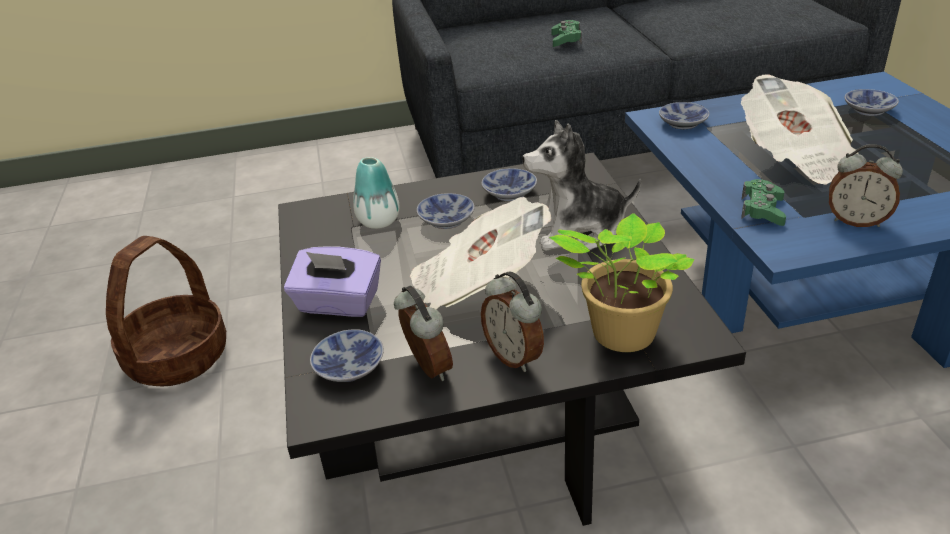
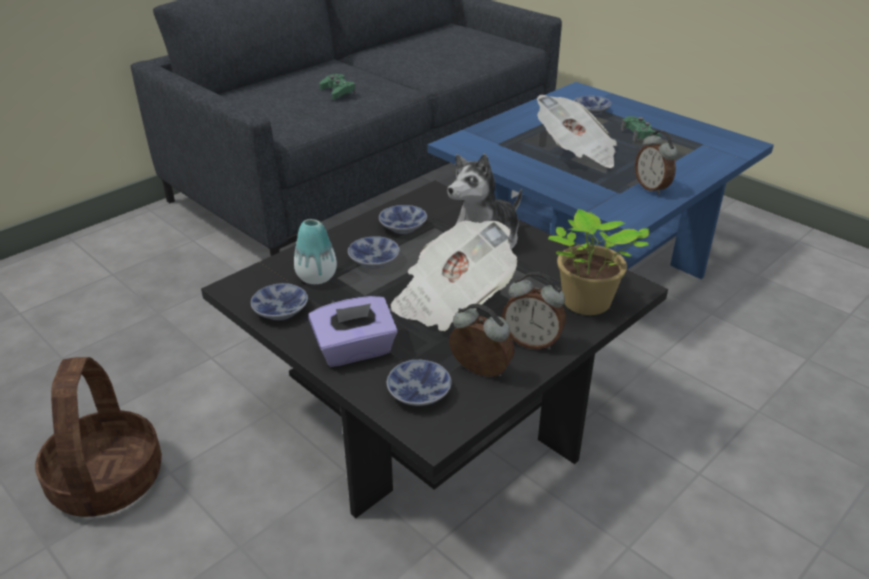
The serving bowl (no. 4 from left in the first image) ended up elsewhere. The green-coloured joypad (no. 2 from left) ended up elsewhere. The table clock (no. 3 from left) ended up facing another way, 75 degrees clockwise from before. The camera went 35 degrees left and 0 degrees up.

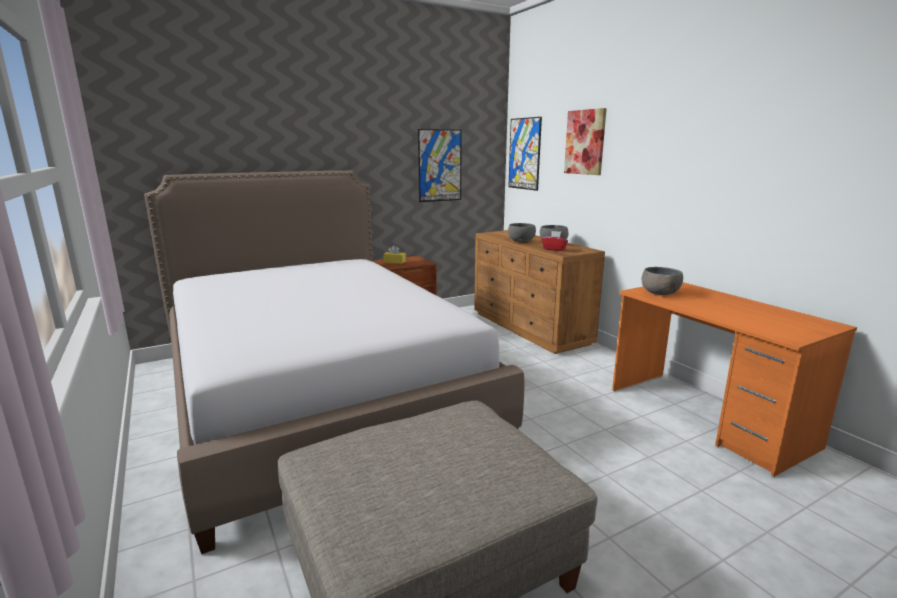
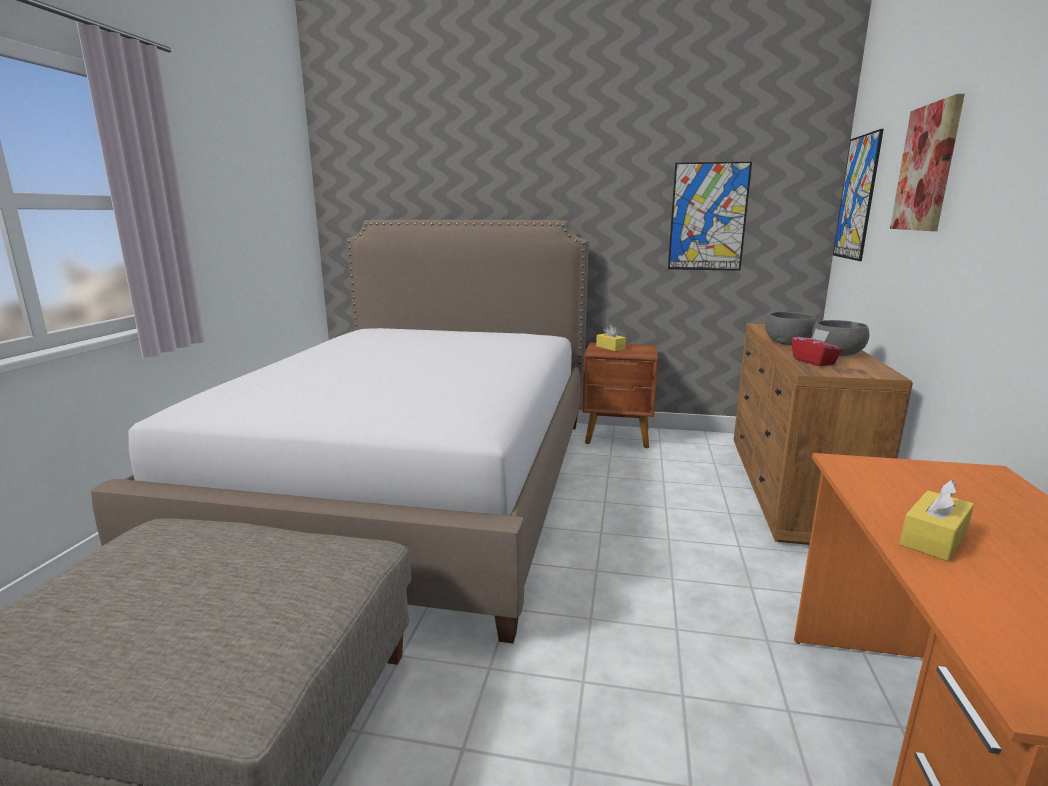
The second view lost the gray serving bowl (no. 3 from left). The second view gained the yellow tissue holder (no. 2 from left). The camera went 40 degrees right and 0 degrees up.

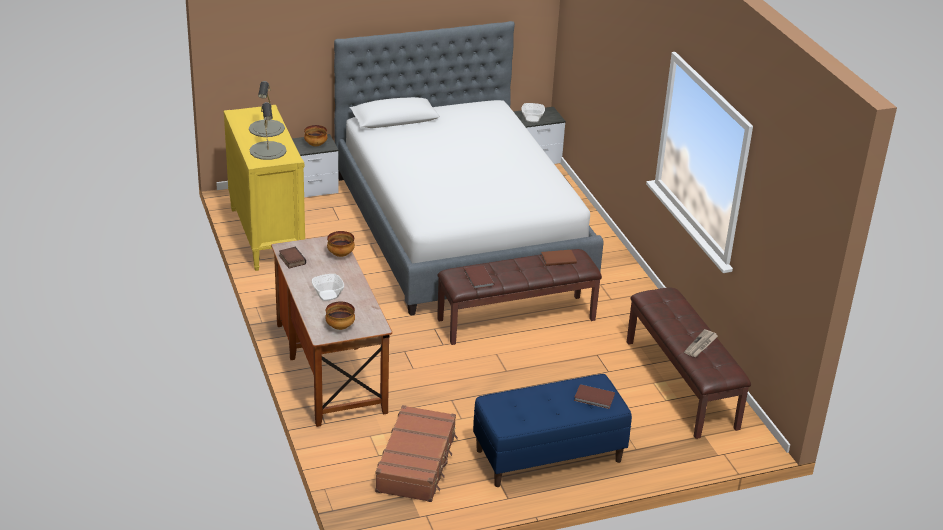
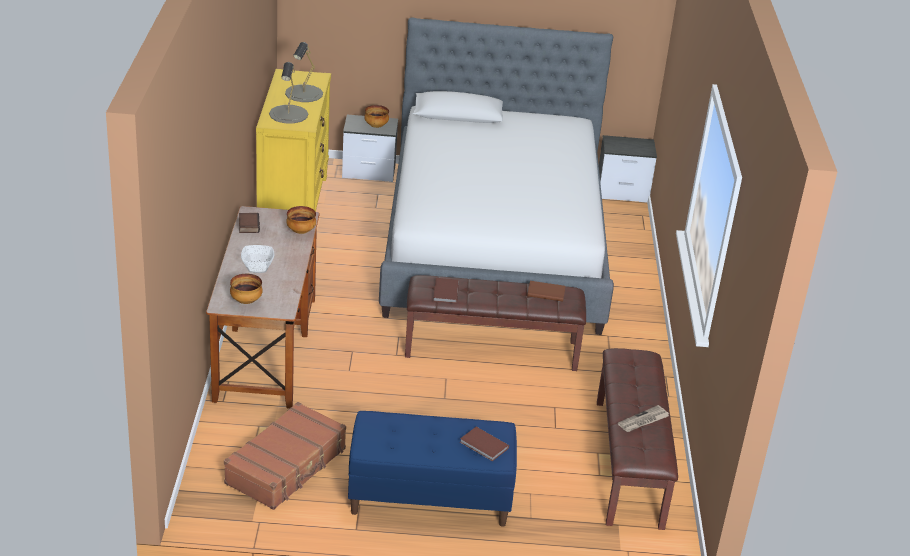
The second view lost the serving bowl (no. 5 from left). The camera went 20 degrees right and 0 degrees up.

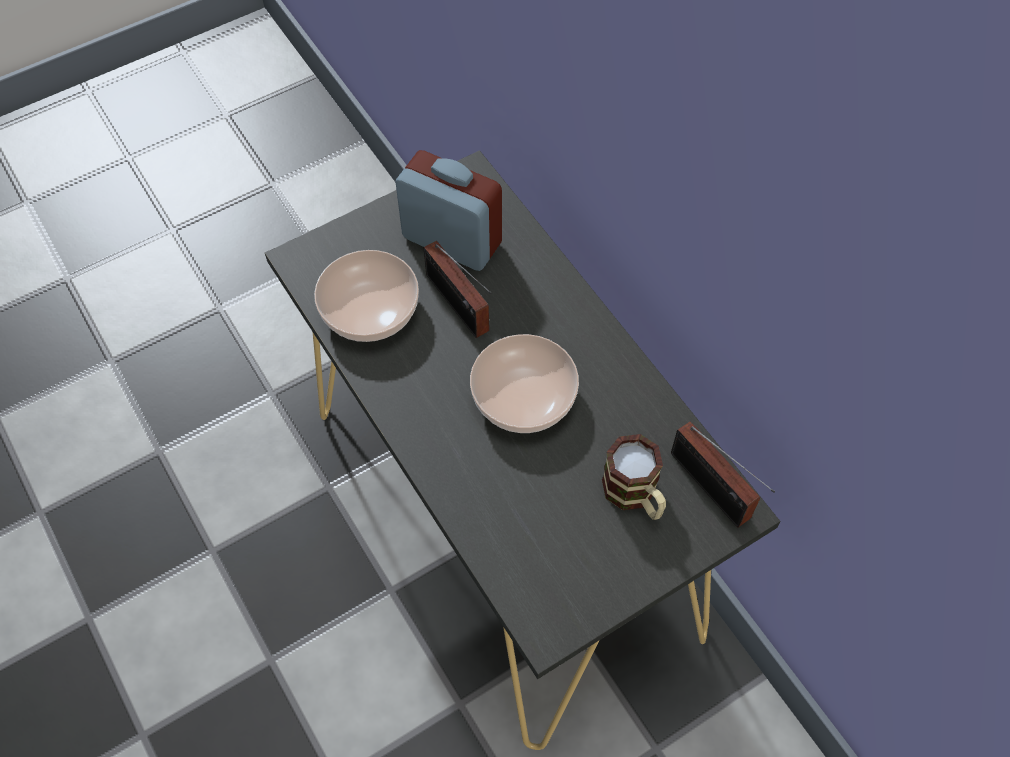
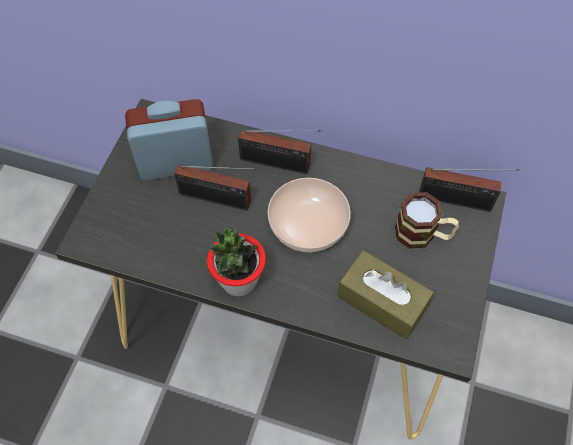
The second view lost the serving bowl (no. 1 from left). The second view gained the plant in a pot. The second view gained the radio set (no. 2 from left). The second view gained the brownish tissue holder. The camera went 40 degrees left and 0 degrees up.

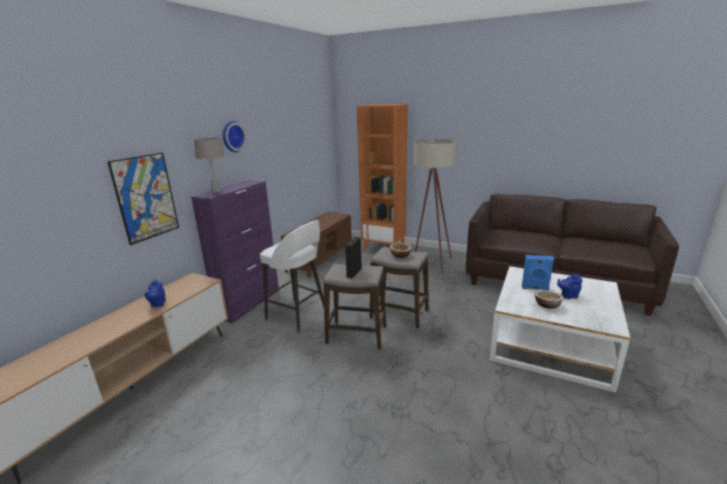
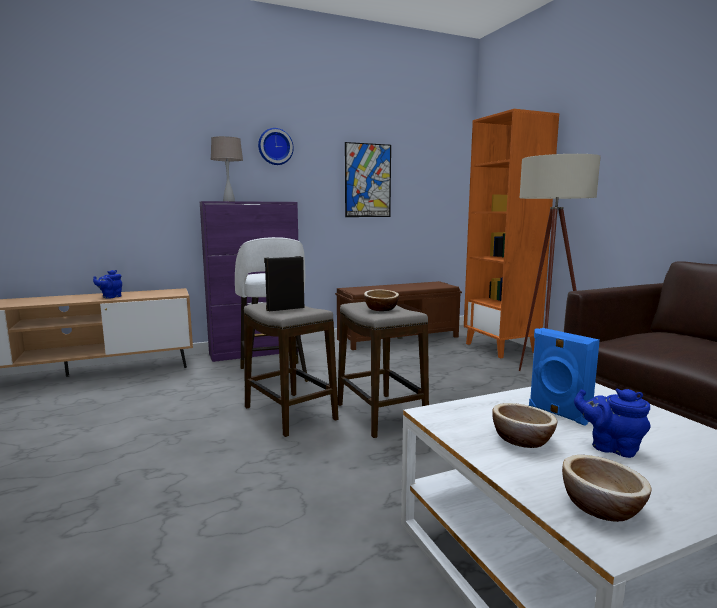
The picture ended up elsewhere. The second view gained the serving bowl (no. 3 from left). The camera went 40 degrees right and 10 degrees down.

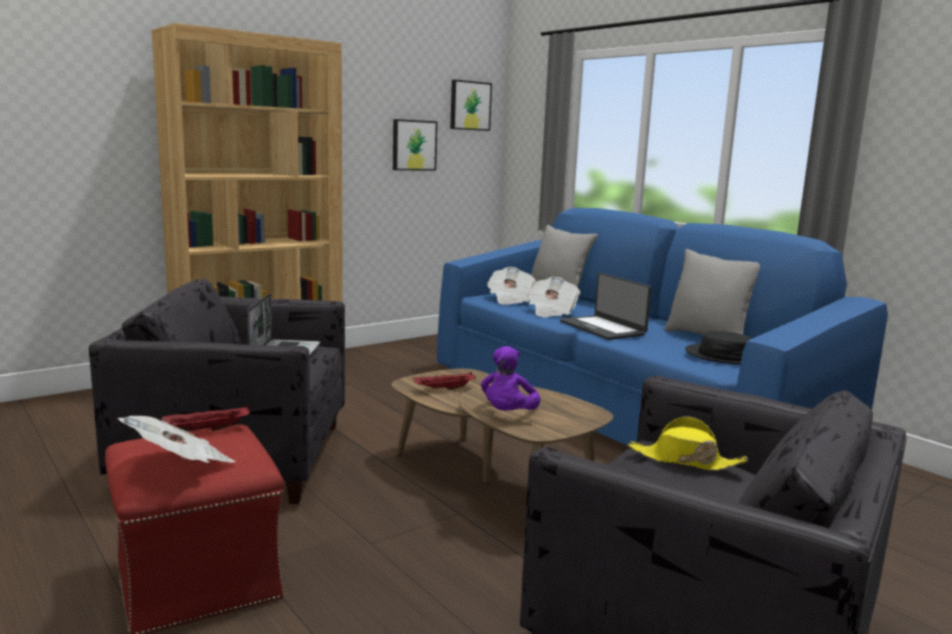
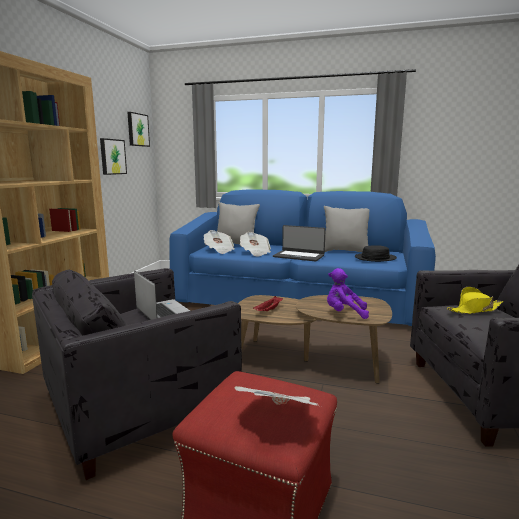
The second view lost the red serving tray (no. 1 from left). The purplish plush toy ended up facing another way, 120 degrees clockwise from before. The camera went 35 degrees left and 0 degrees up.

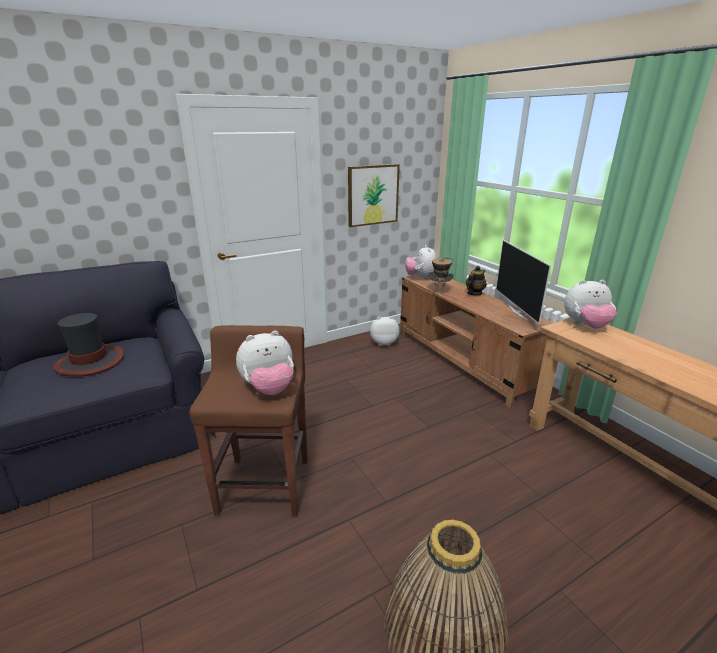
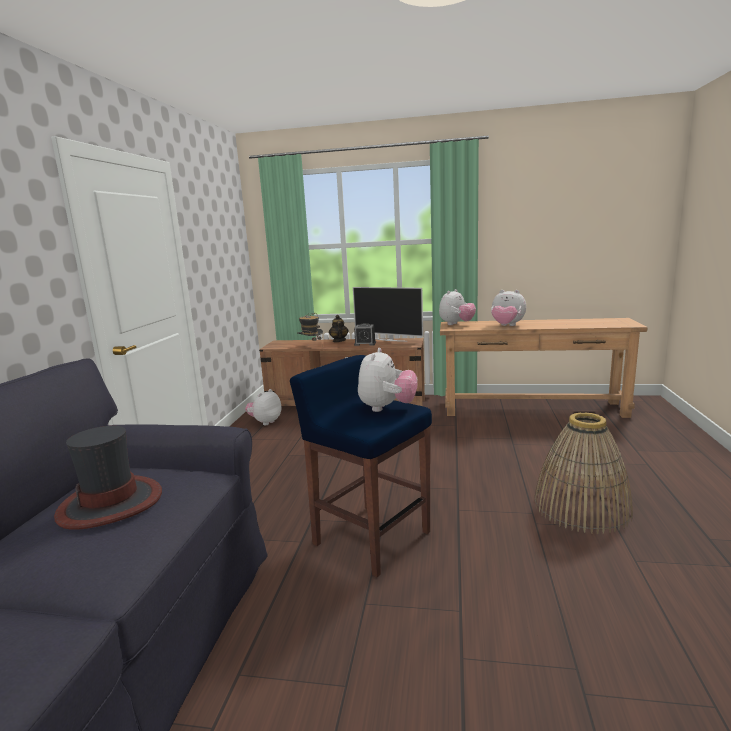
What was the brownish stool turned into the blue-coloured stool. The second view lost the picture. The plush toy (no. 3 from left in the first image) ended up elsewhere. The second view gained the table clock. The camera went 50 degrees left and 10 degrees down.

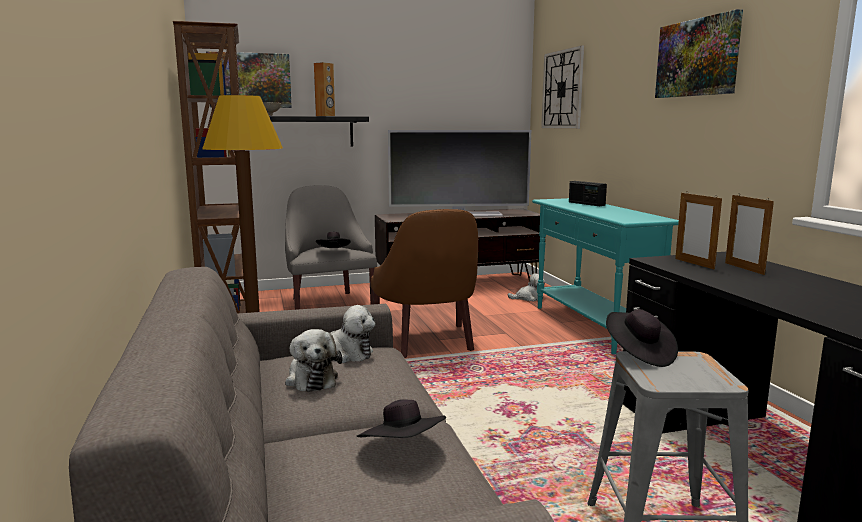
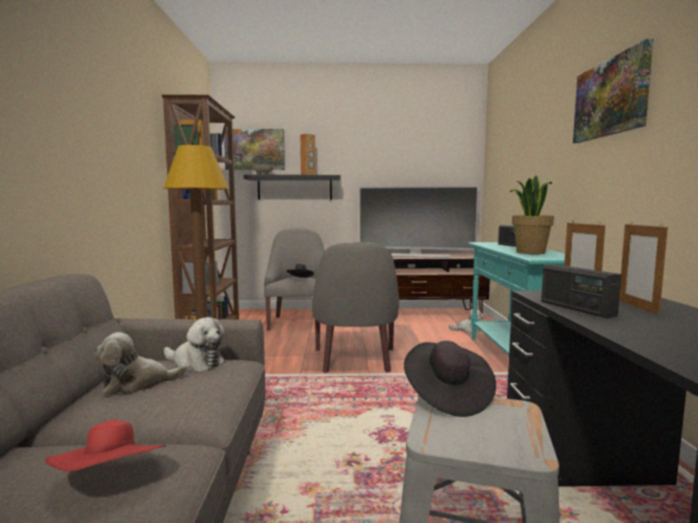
The plush toy (no. 1 from left) ended up facing another way, 75 degrees clockwise from before. What was the black-coloured hat (no. 2 from left) turned into the red hat. What was the brownish armchair turned into the gray armchair (no. 2 from left). The second view lost the clock on the wall. The second view gained the plant in a pot. The second view gained the radio set (no. 2 from left). The camera went 15 degrees right and 5 degrees down.

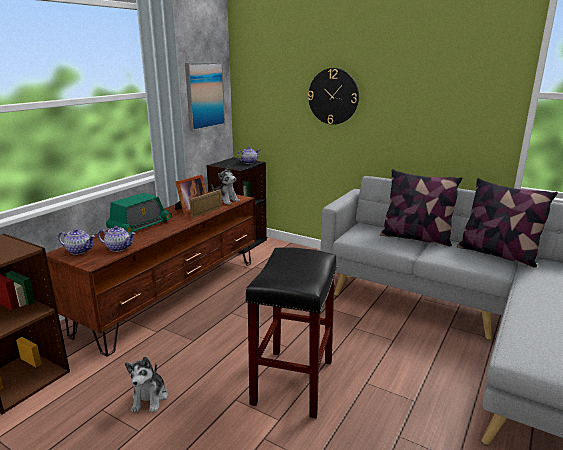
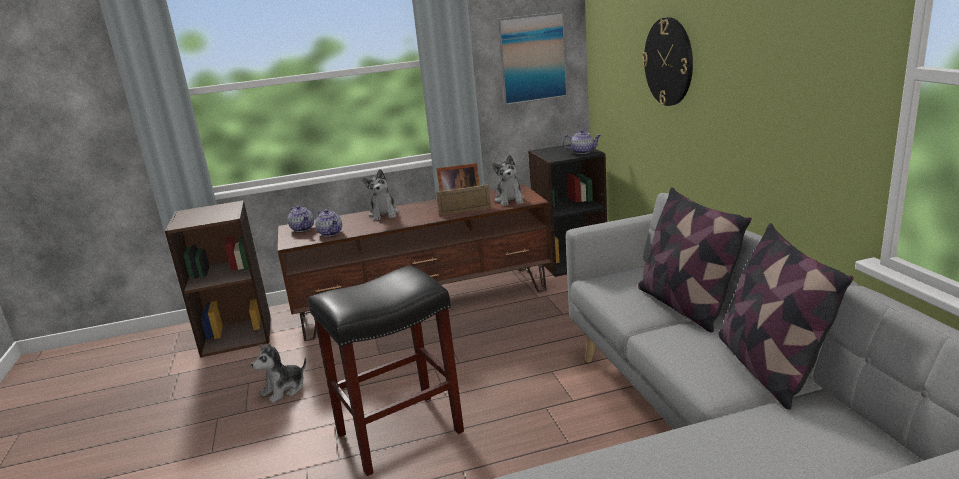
Where the radio set stood, the plush toy (no. 2 from left) came to stand. The camera went 45 degrees right and 0 degrees up.

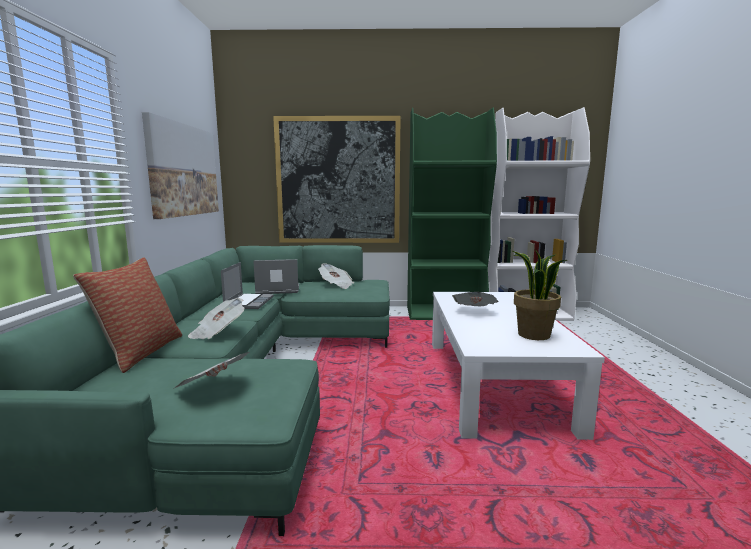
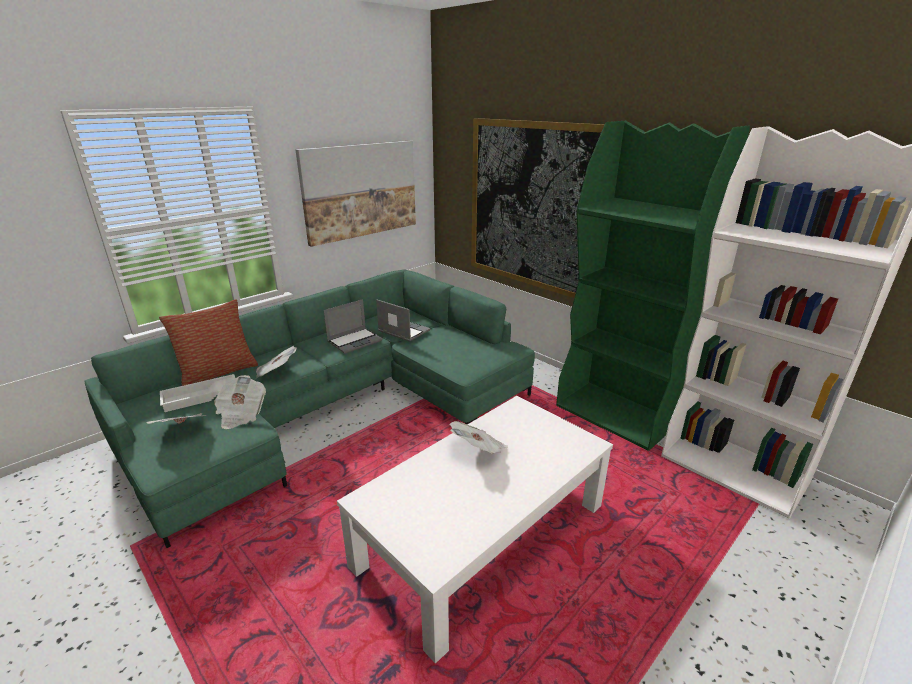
The daily paper (no. 3 from left in the first image) ended up elsewhere. The second view lost the plant in a pot. The second view gained the white-coloured serving tray. The camera went 45 degrees right and 15 degrees up.

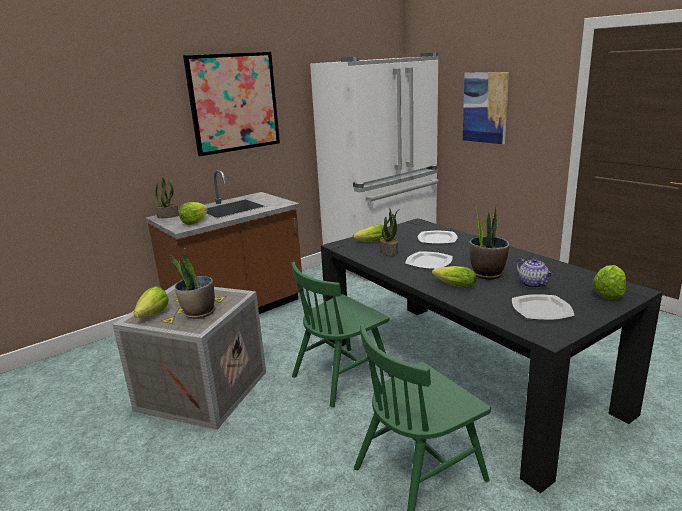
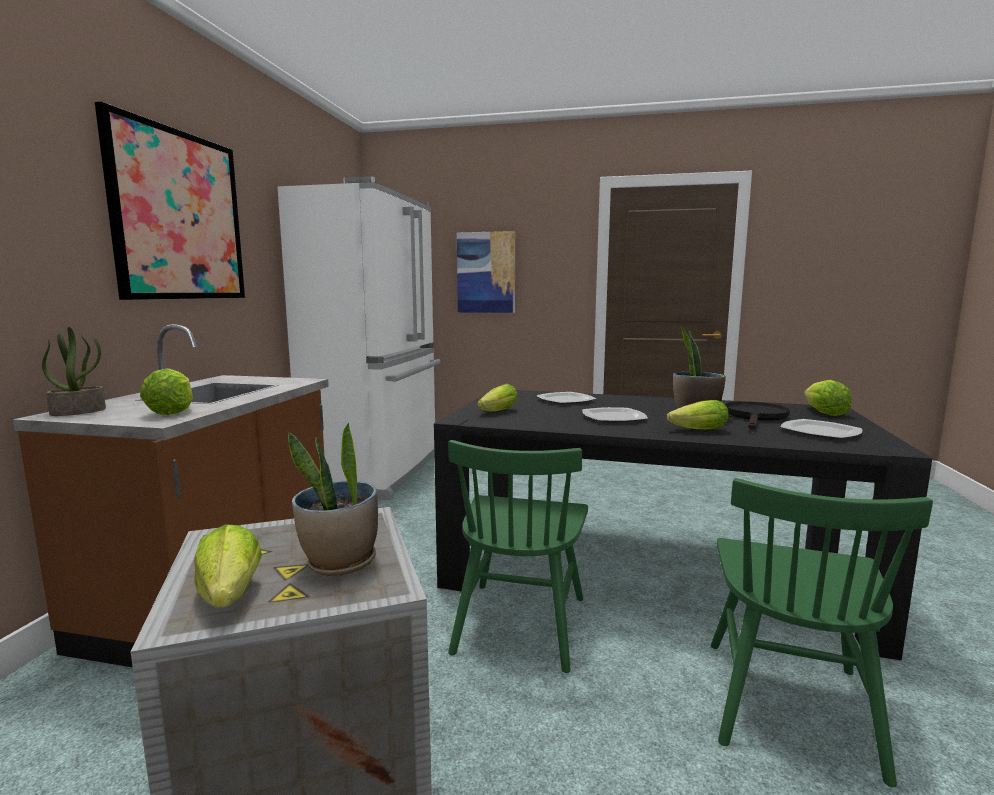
The second view lost the plant in a pot (no. 3 from left). Where the pot for tea stood, the black-coloured frying pan came to stand. The camera went 40 degrees left and 10 degrees down.

